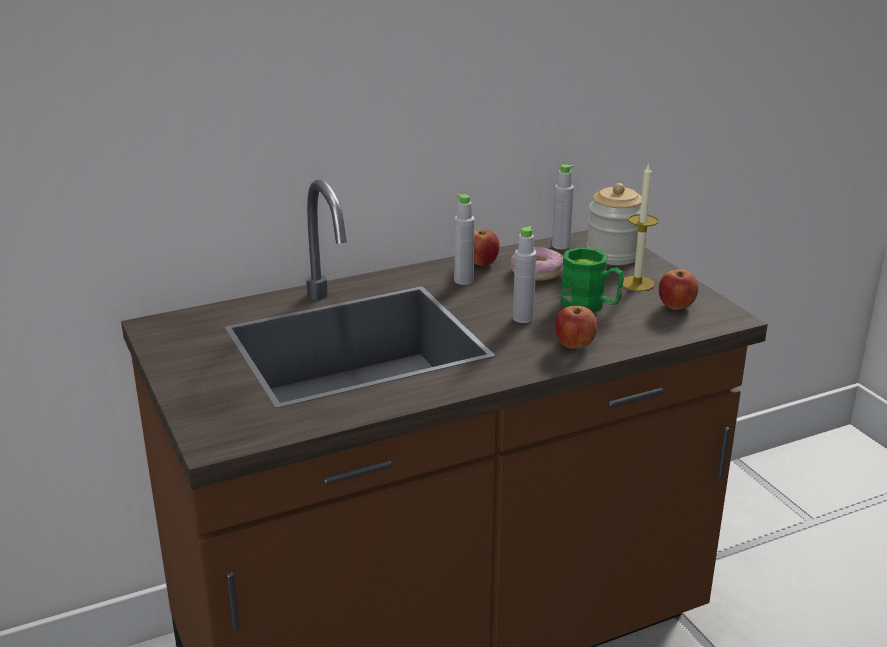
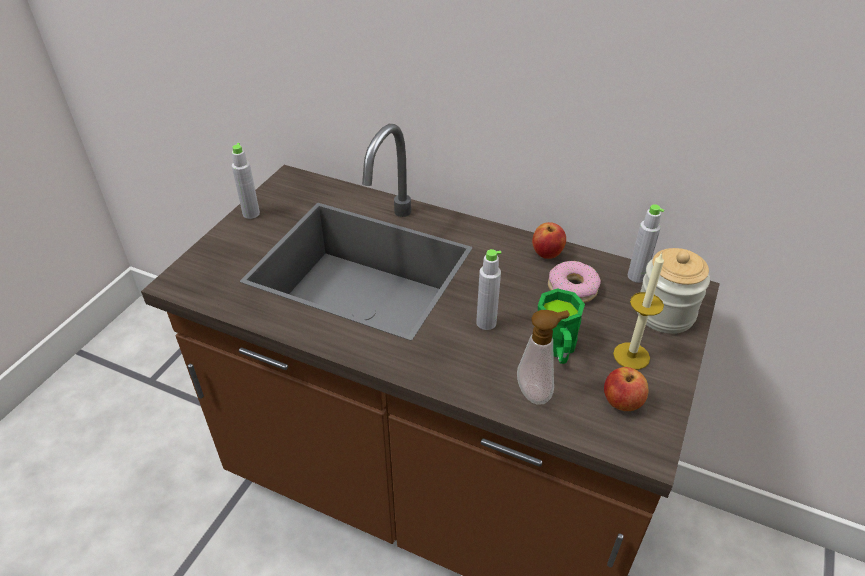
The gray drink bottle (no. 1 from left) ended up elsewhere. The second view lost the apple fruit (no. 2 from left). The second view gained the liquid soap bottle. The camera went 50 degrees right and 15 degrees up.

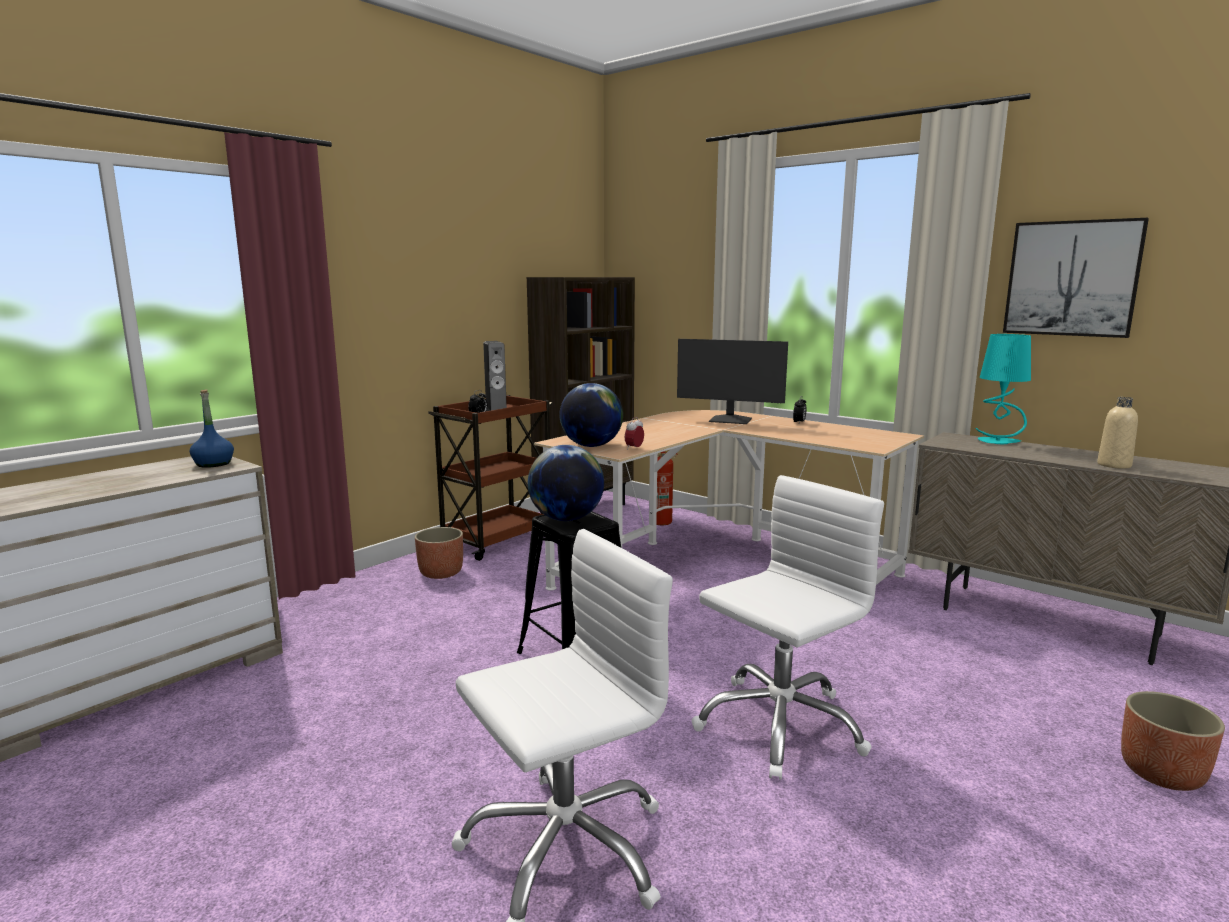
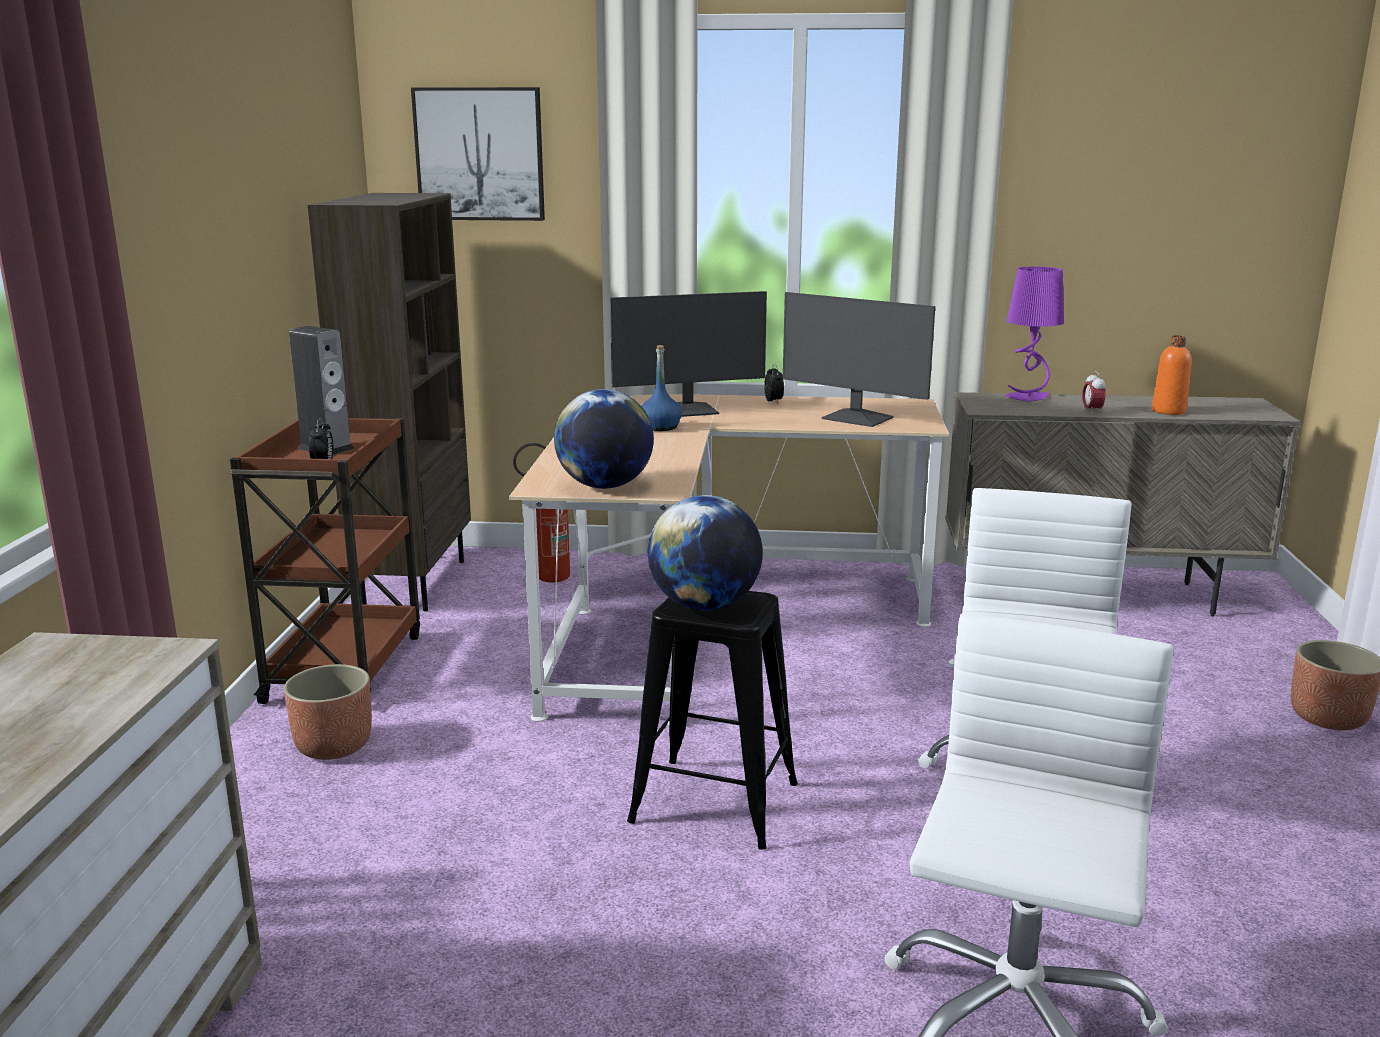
The blue-coloured drink bottle ended up elsewhere. The table clock (no. 2 from left in the first image) ended up elsewhere. What was the turquoise lamp for a table turned into the purplish lamp for a table. The picture ended up elsewhere. What was the beige drink bottle turned into the orangey drink bottle. The second view gained the monitor (no. 2 from left). The camera went 35 degrees left and 5 degrees up.

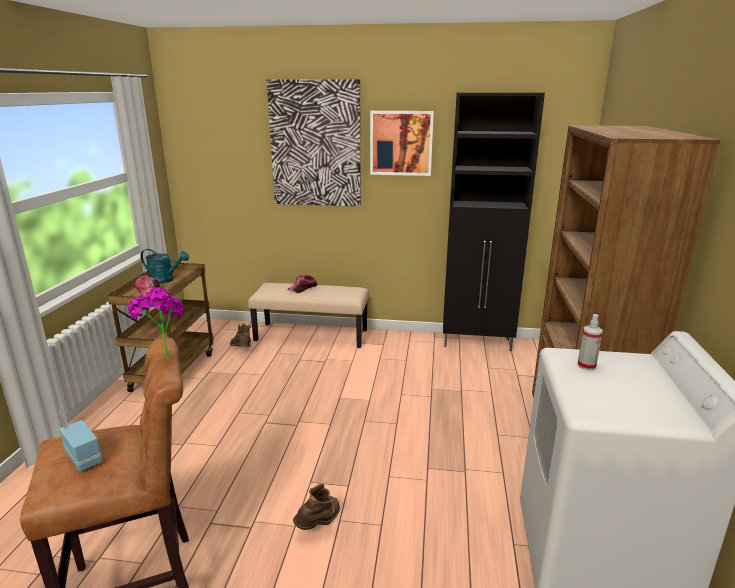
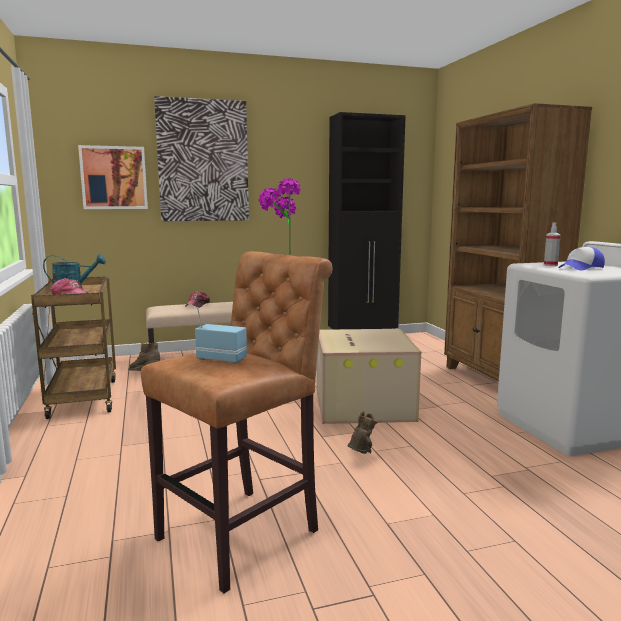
The picture (no. 2 from left in the first image) ended up elsewhere. The second view gained the packing box. The second view gained the baseball cap (no. 3 from left). The camera went 25 degrees left and 10 degrees down.

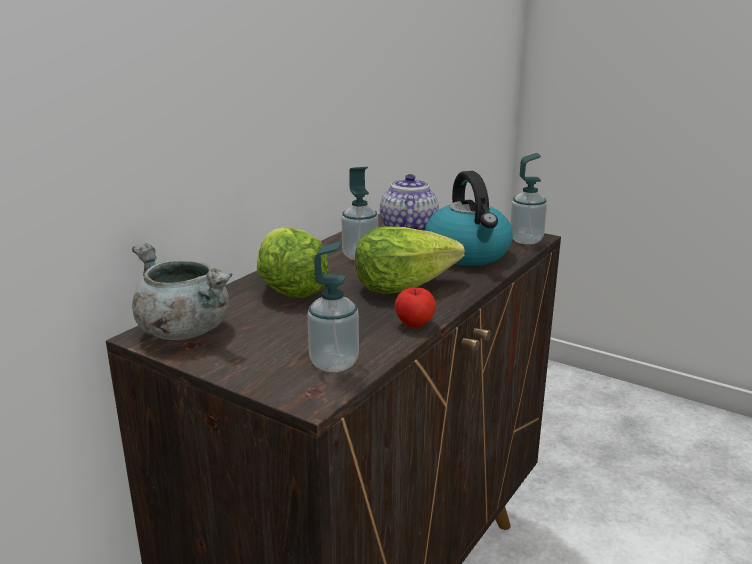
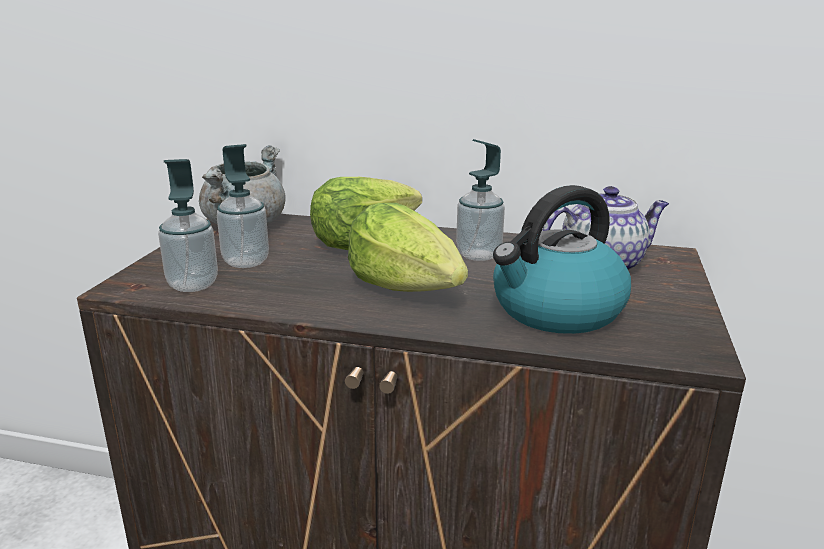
The second view lost the apple fruit. The liquid soap bottle (no. 3 from left in the first image) ended up elsewhere. The camera went 70 degrees right and 0 degrees up.

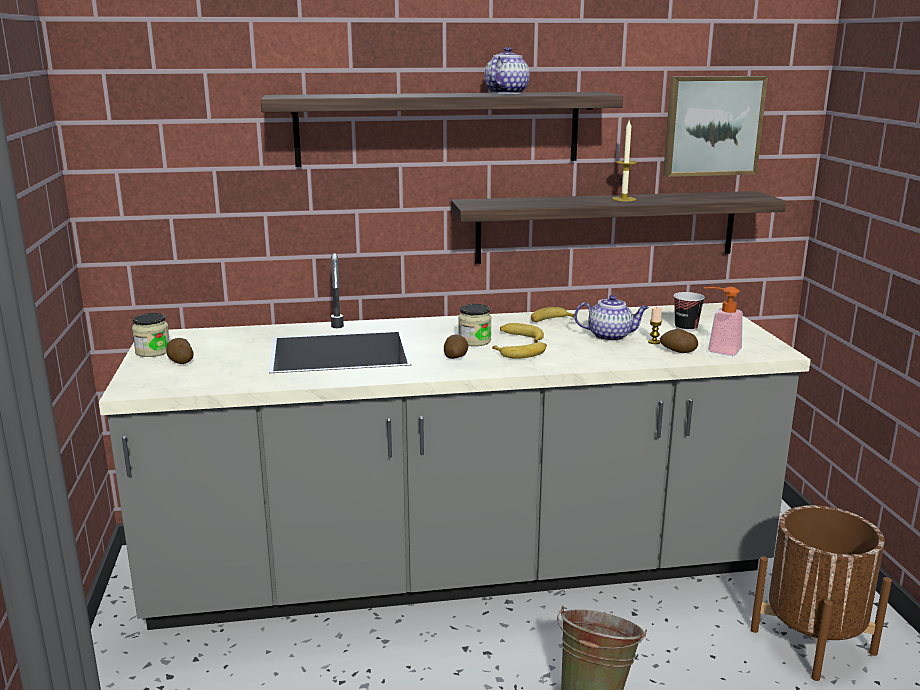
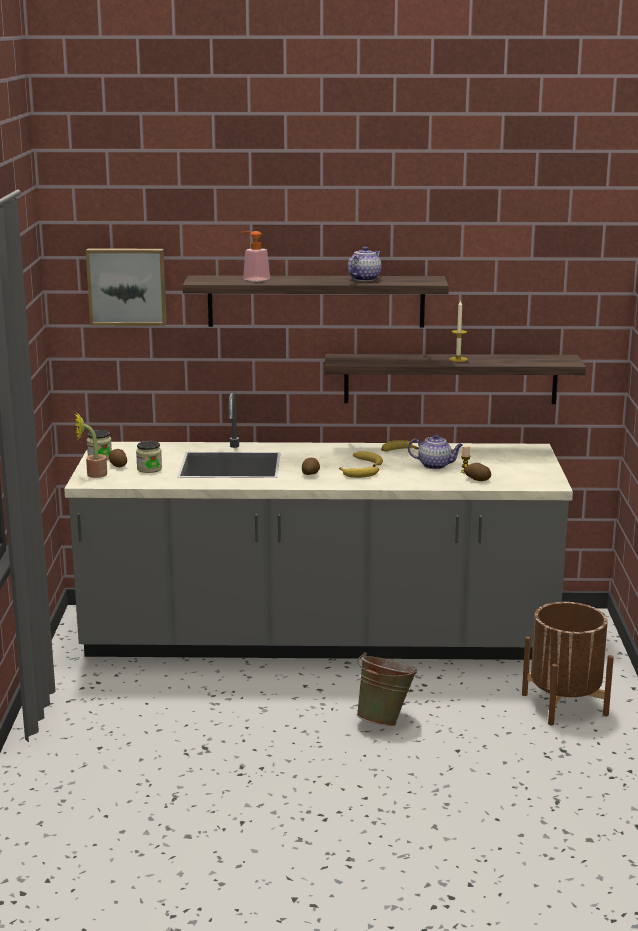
The preserve jar (no. 2 from left) ended up elsewhere. The picture ended up elsewhere. The second view lost the small cup. The liquid soap bottle ended up elsewhere. The second view gained the plant in a pot. The camera went 10 degrees right and 0 degrees up.

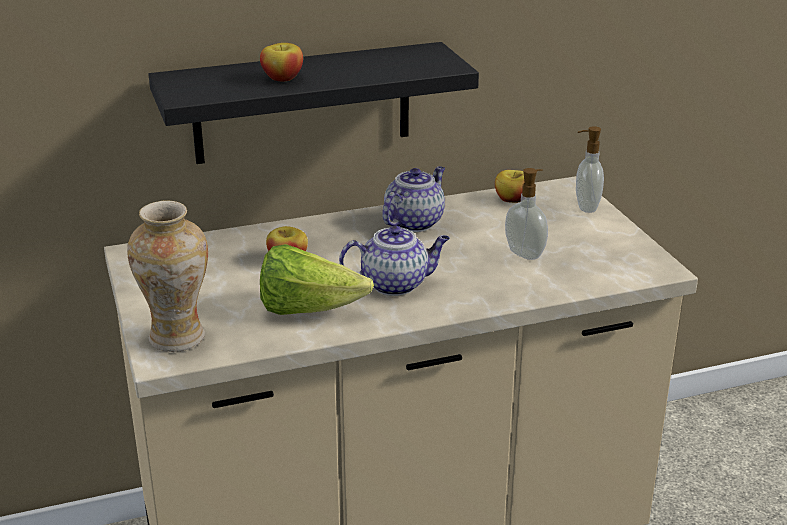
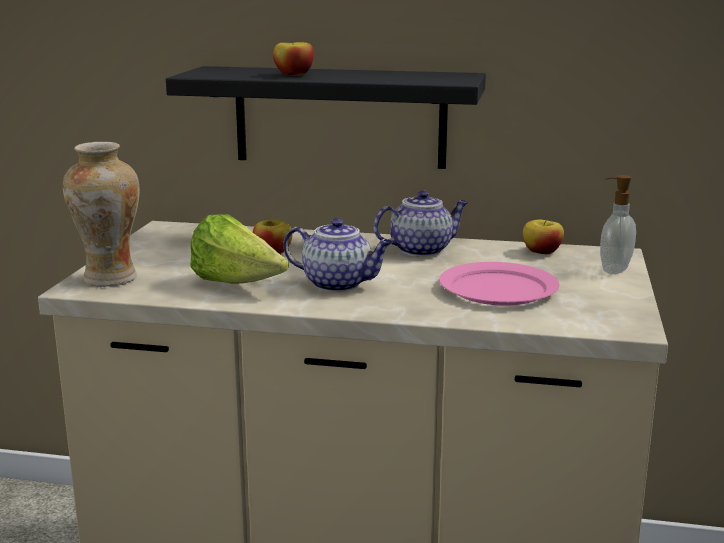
Where the liquid soap bottle (no. 1 from left) stood, the pink flat dish came to stand. The camera went 30 degrees right and 10 degrees down.

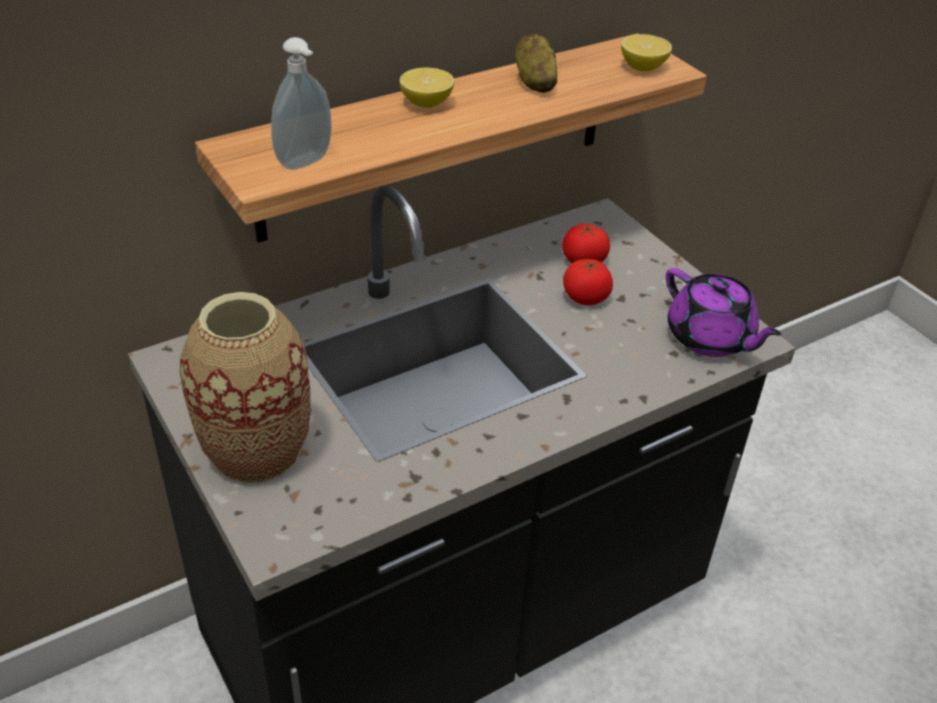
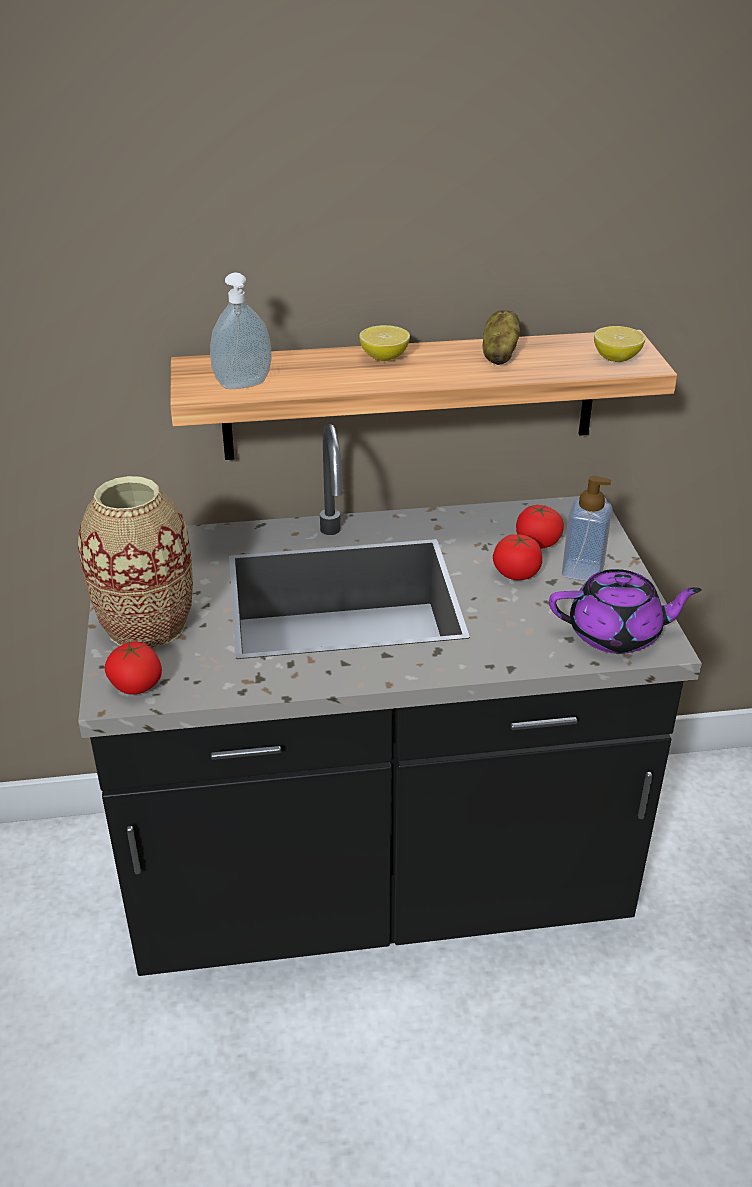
The purplish pot for tea ended up facing another way, 75 degrees counterclockwise from before. The second view gained the tomato (no. 1 from left). The second view gained the liquid soap bottle (no. 2 from left). The camera went 25 degrees right and 5 degrees down.

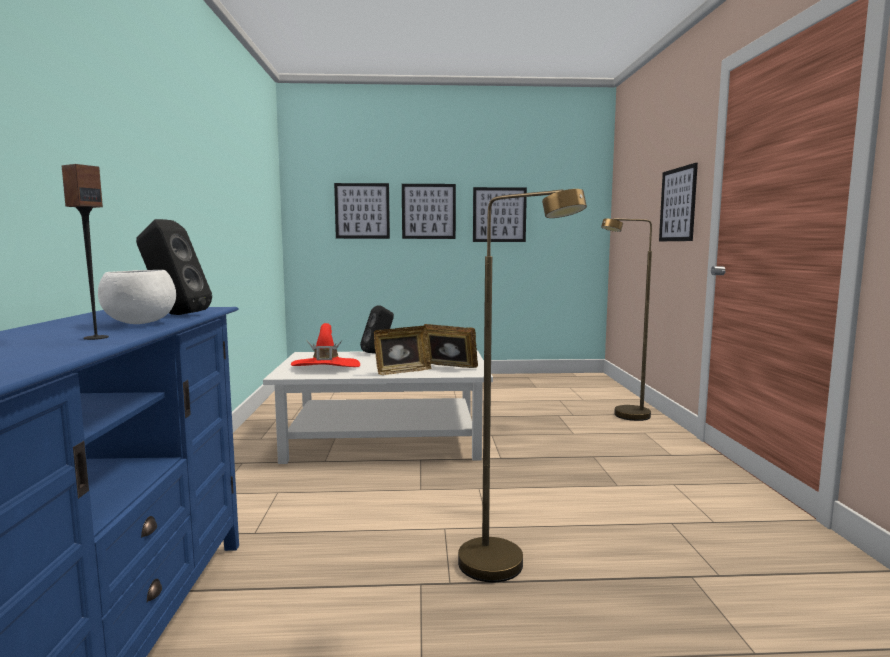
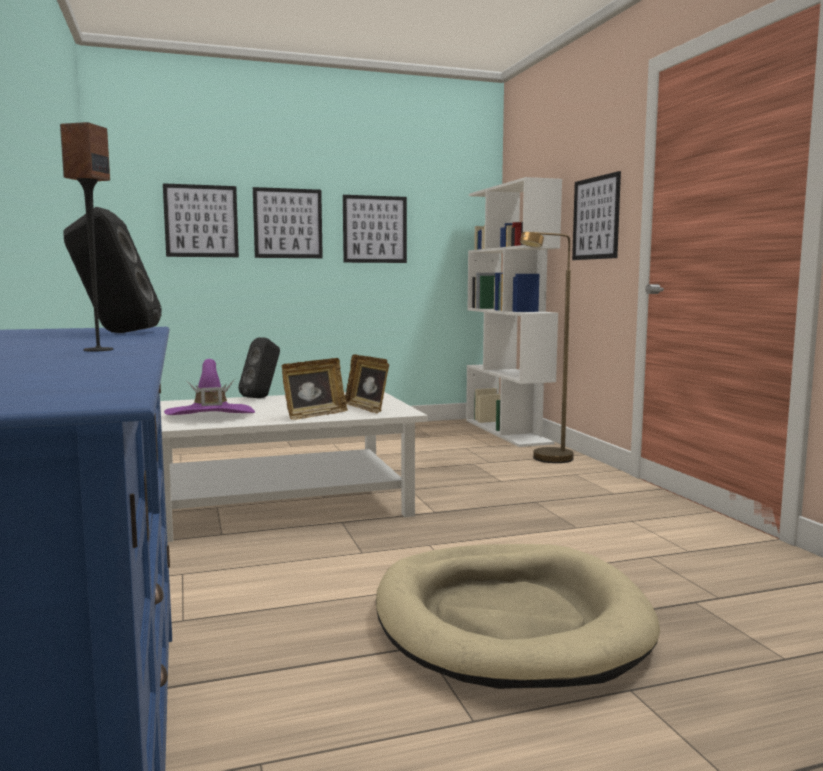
The second view lost the white-coloured serving bowl. What was the red hat turned into the purplish hat. The picture frame (no. 2 from left) ended up facing another way, 135 degrees counterclockwise from before. Where the brownish standing lamp (no. 1 from left) stood, the beige dog bed came to stand. The second view gained the white-coloured bookcase. The camera went 15 degrees left and 0 degrees up.

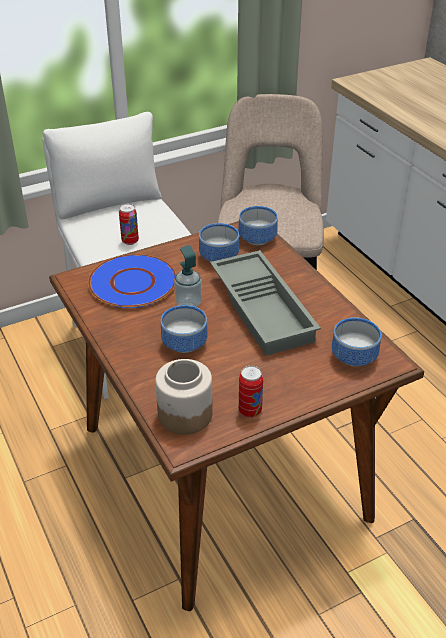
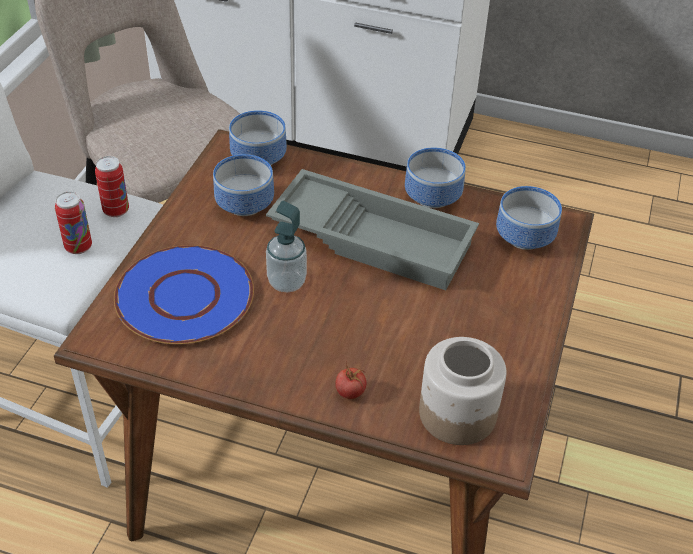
The serving bowl (no. 1 from left in the first image) ended up elsewhere. The metal can (no. 2 from left) ended up elsewhere. The second view gained the tomato. The camera went 45 degrees left and 5 degrees up.

